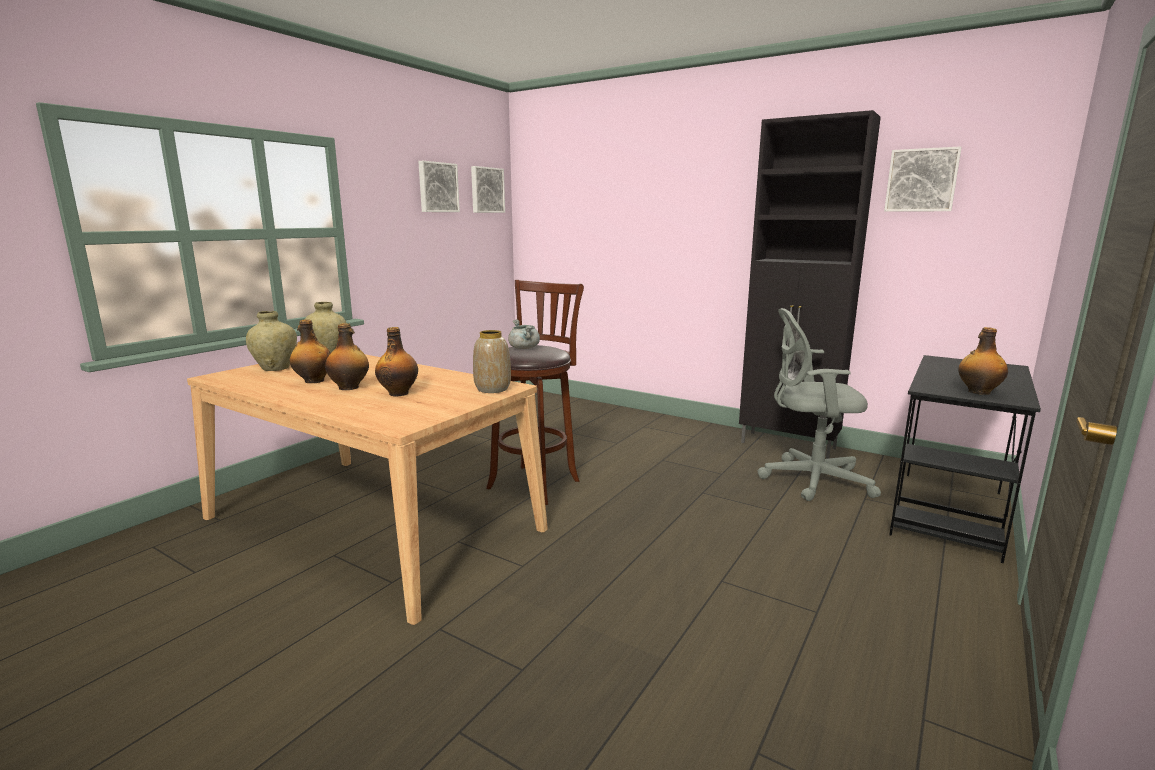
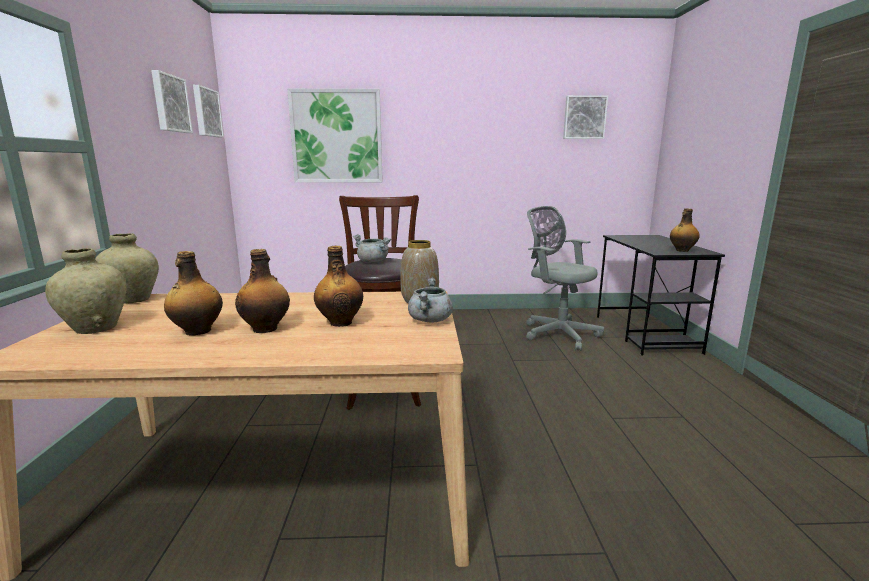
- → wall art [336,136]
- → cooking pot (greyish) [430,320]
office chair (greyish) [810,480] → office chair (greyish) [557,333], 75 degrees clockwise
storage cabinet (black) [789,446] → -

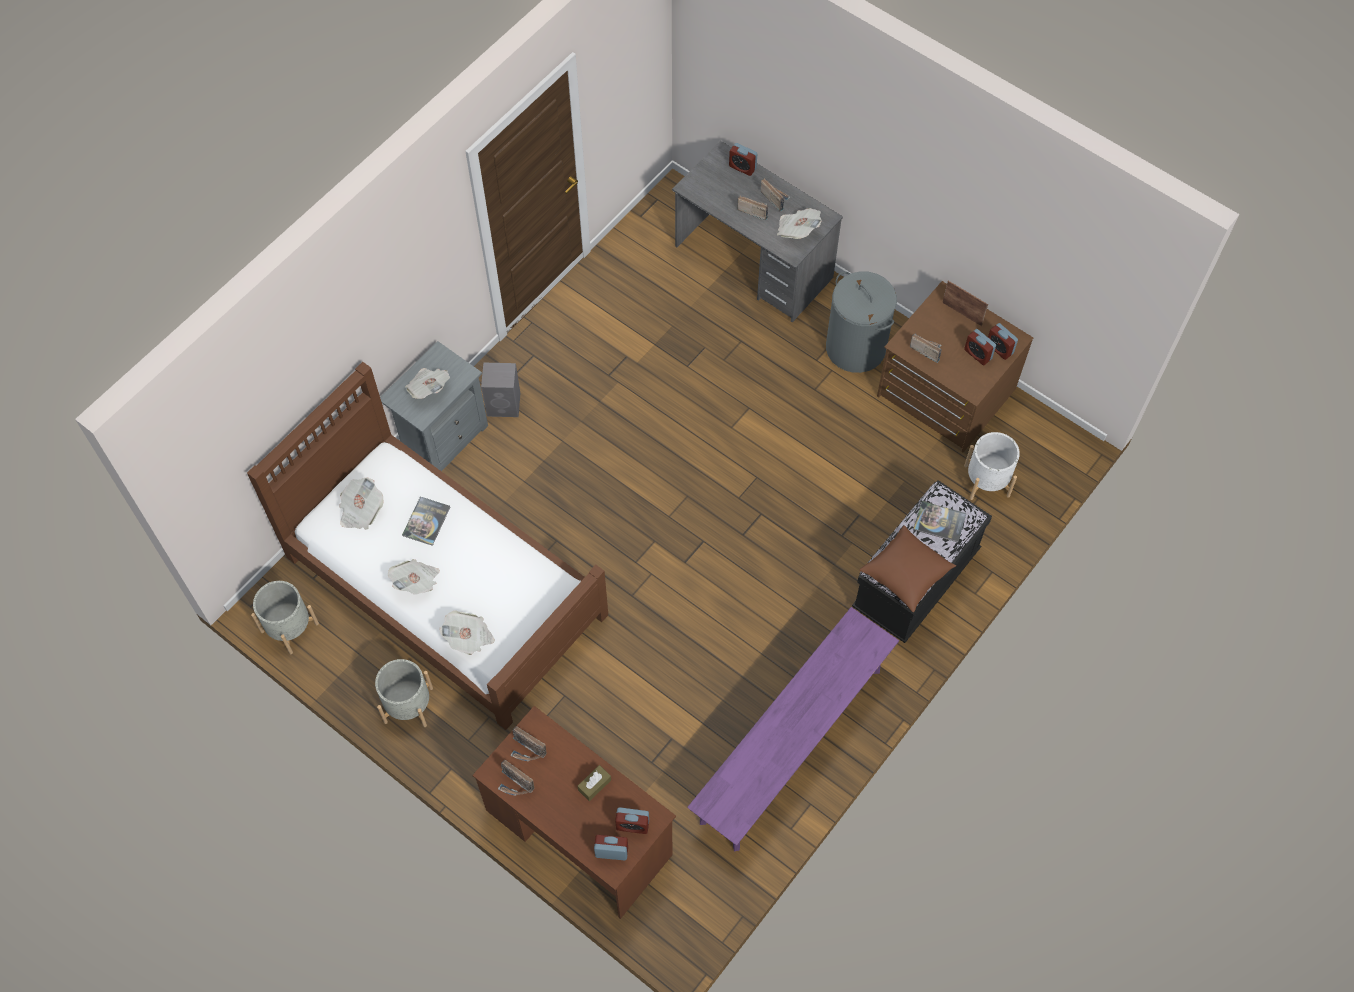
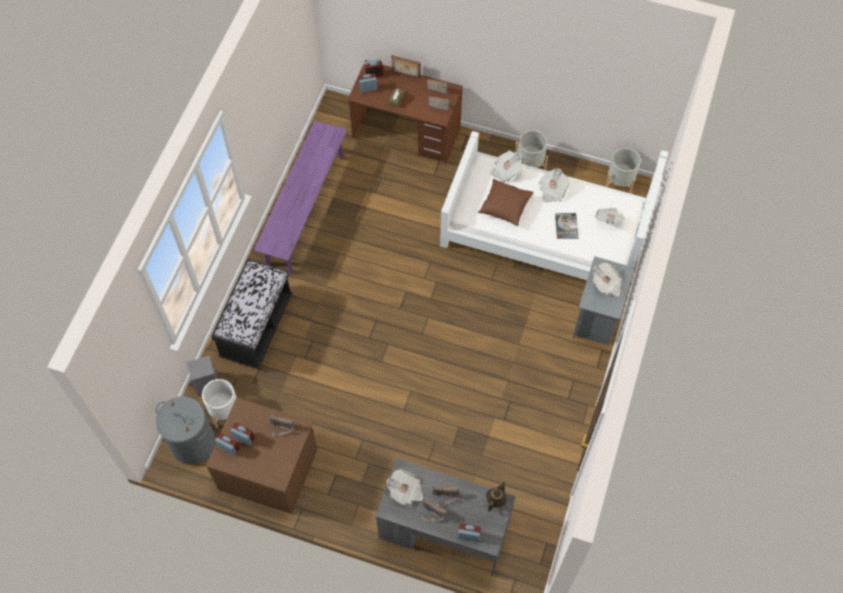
hamper (greyish) [856,347] → hamper (greyish) [192,443], shifted
loudspeaker (greyish) [504,404] → loudspeaker (greyish) [206,384], shifted
picture frame [962,313] → picture frame [406,75], shifted
sleeping bed (brown-coloured) [445,585] → sleeping bed (whitish) [544,232]
pillow (brown-coloured) [906,574] → pillow (brown-coloured) [504,207], shifted
- → tea pot [495,500]
bound book [939,522] → -

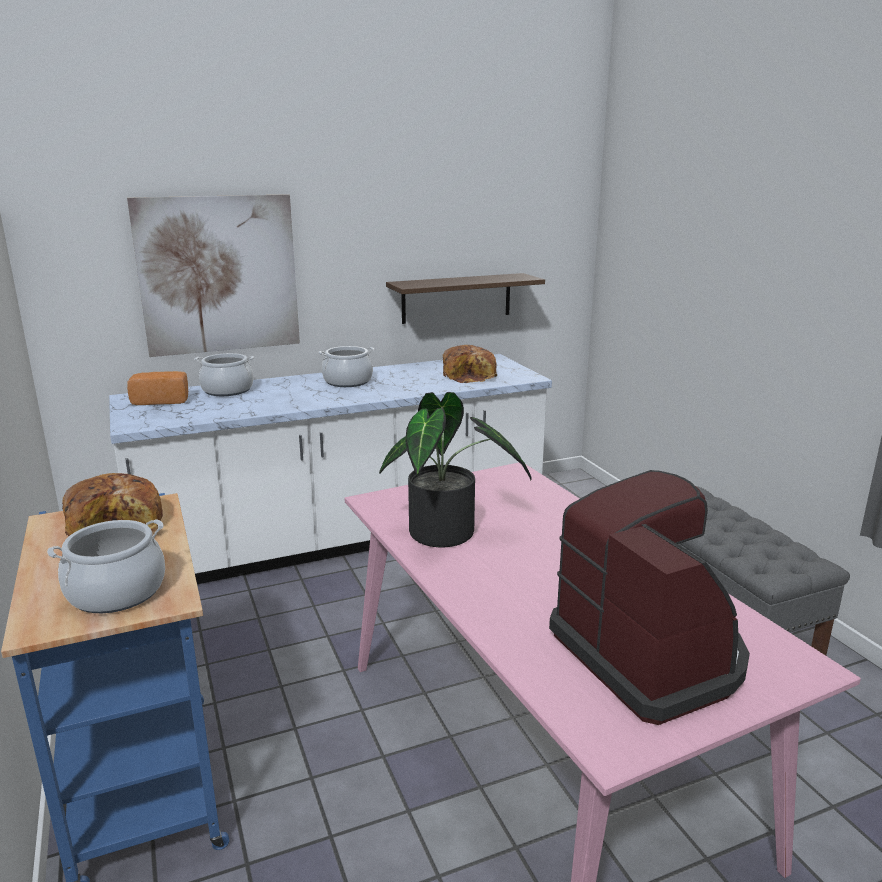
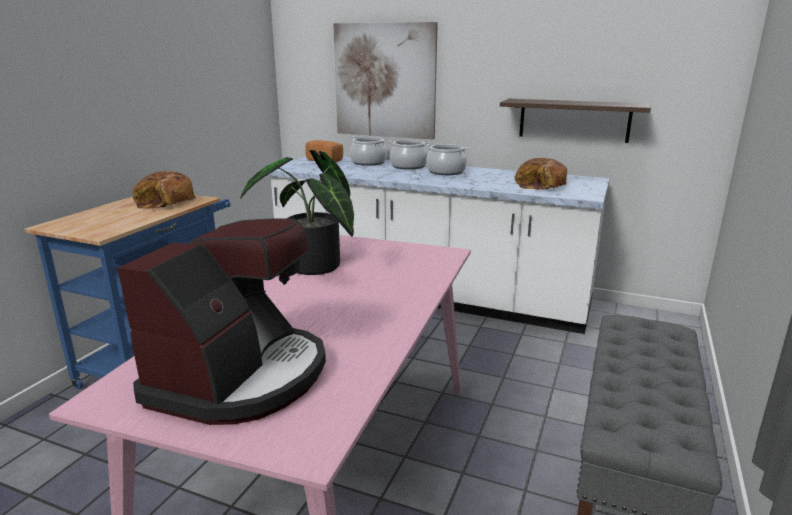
cooking pot [116,592] → cooking pot [408,166], shifted

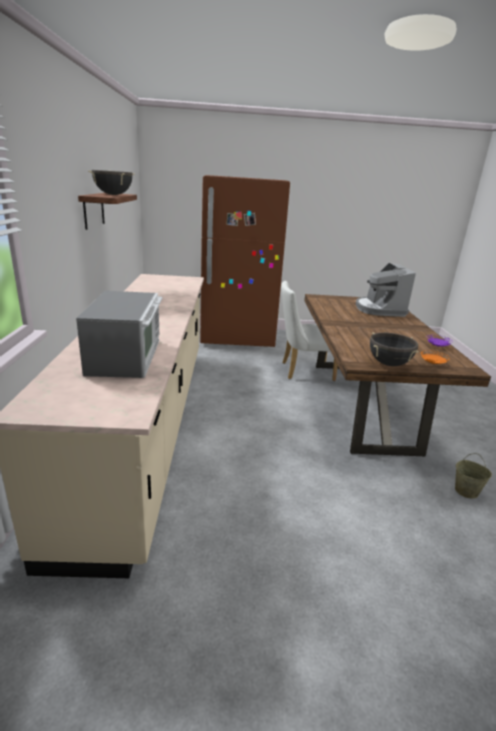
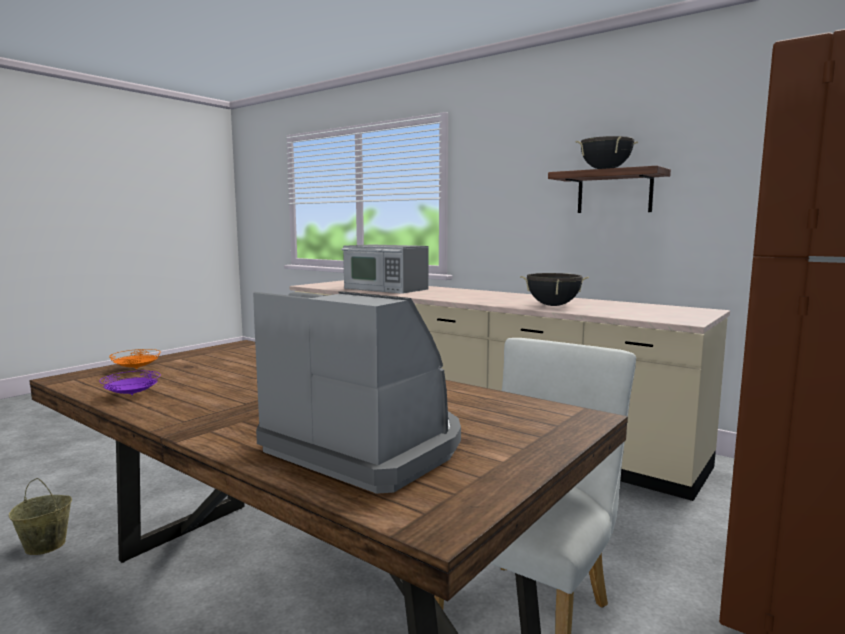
cooking pot (black) [389,364] → cooking pot (black) [553,305], shifted

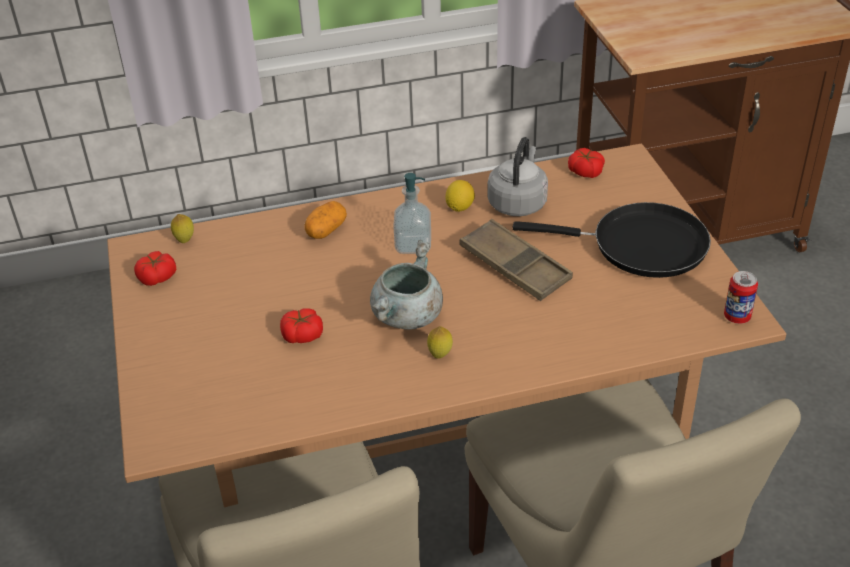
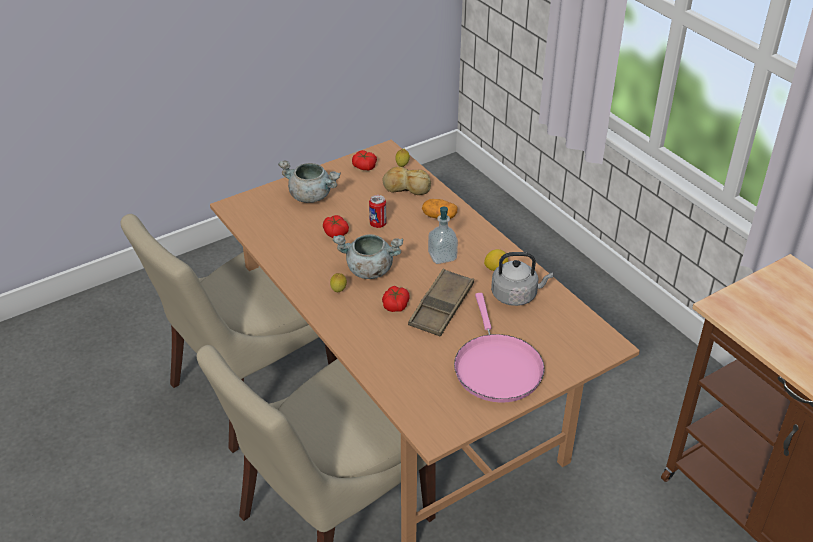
- → cooking pot (greyish) [311,196]
metal can [737,317] → metal can [378,224], shifted
tomato [585,172] → tomato [395,305], shifted
- → baked bread [406,187]
skillet (black) [640,246] → skillet (pink) [496,367]

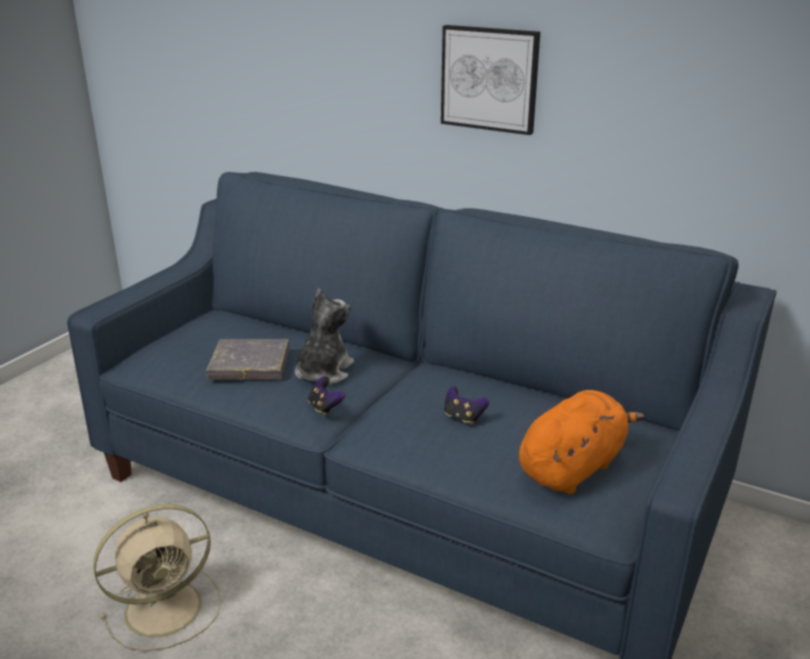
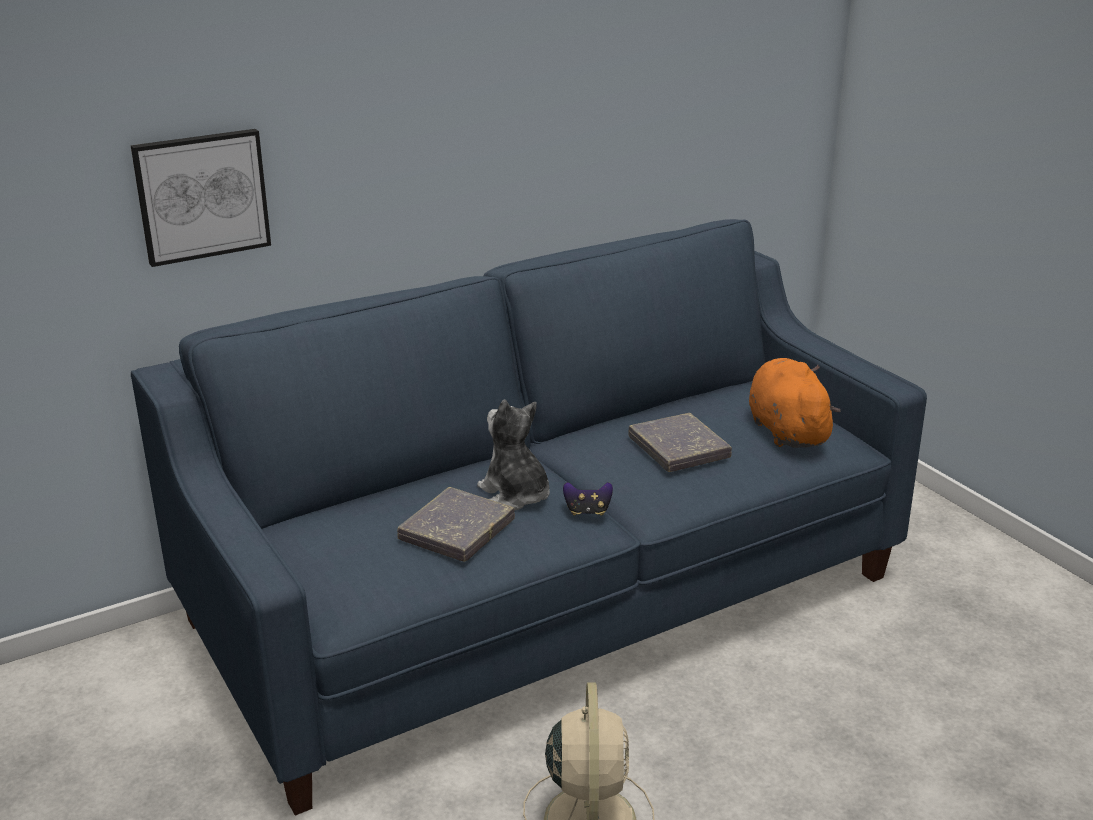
wall art [489,79] → wall art [202,196], shifted
joypad [463,417] → bound book (greyish) [678,448]

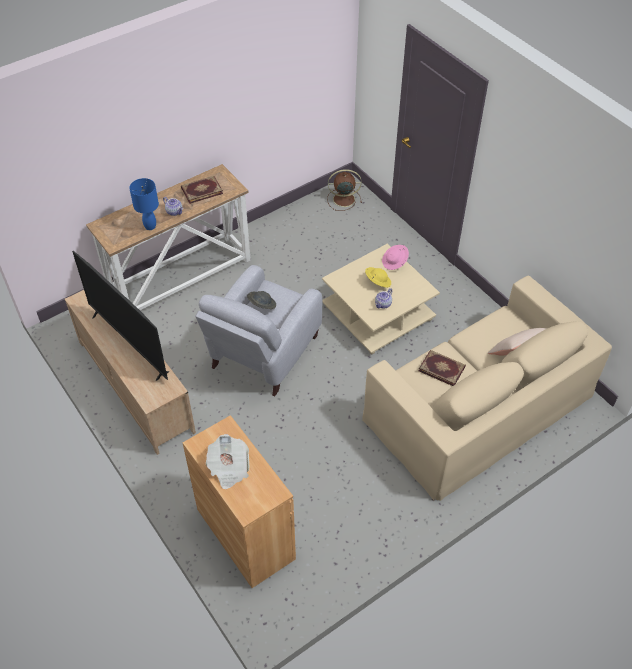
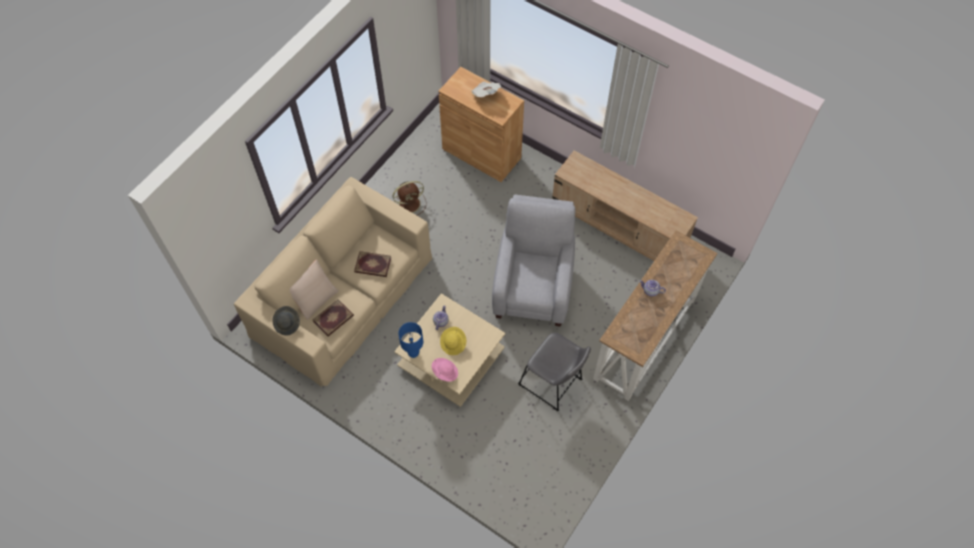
clothing hat (greyish) [261,305] → clothing hat (greyish) [287,324], shifted
bound book [201,190] → bound book [334,319], shifted
electric fan (brown-coloured) [342,199] → electric fan (brown-coloured) [410,203], shifted
table lamp (blue) [150,227] → table lamp (blue) [413,353], shifted
- → sitting stool (greyish) [552,384]
TV [129,344] → -

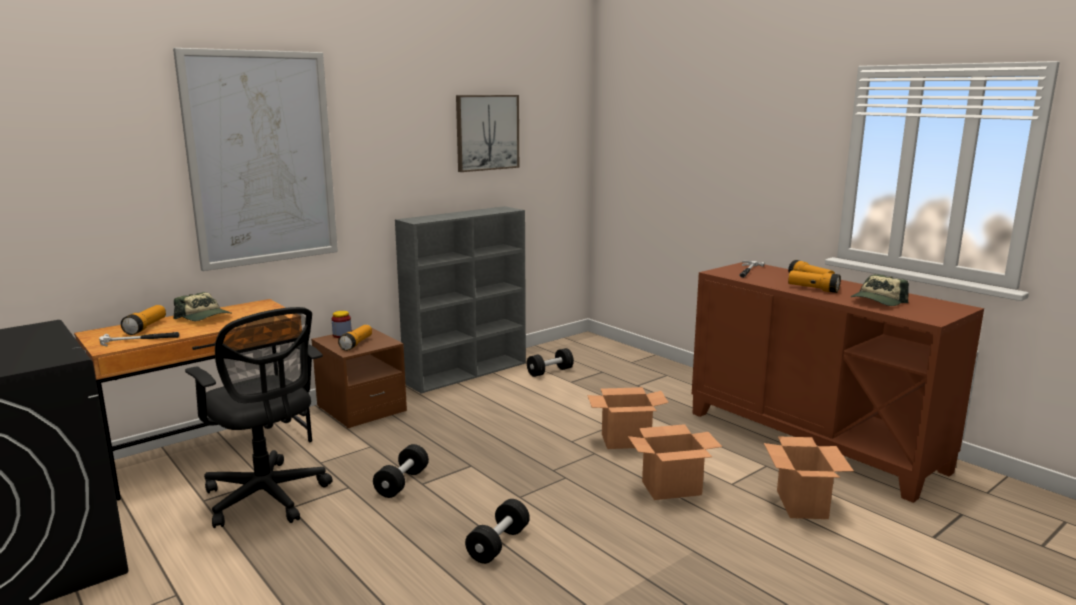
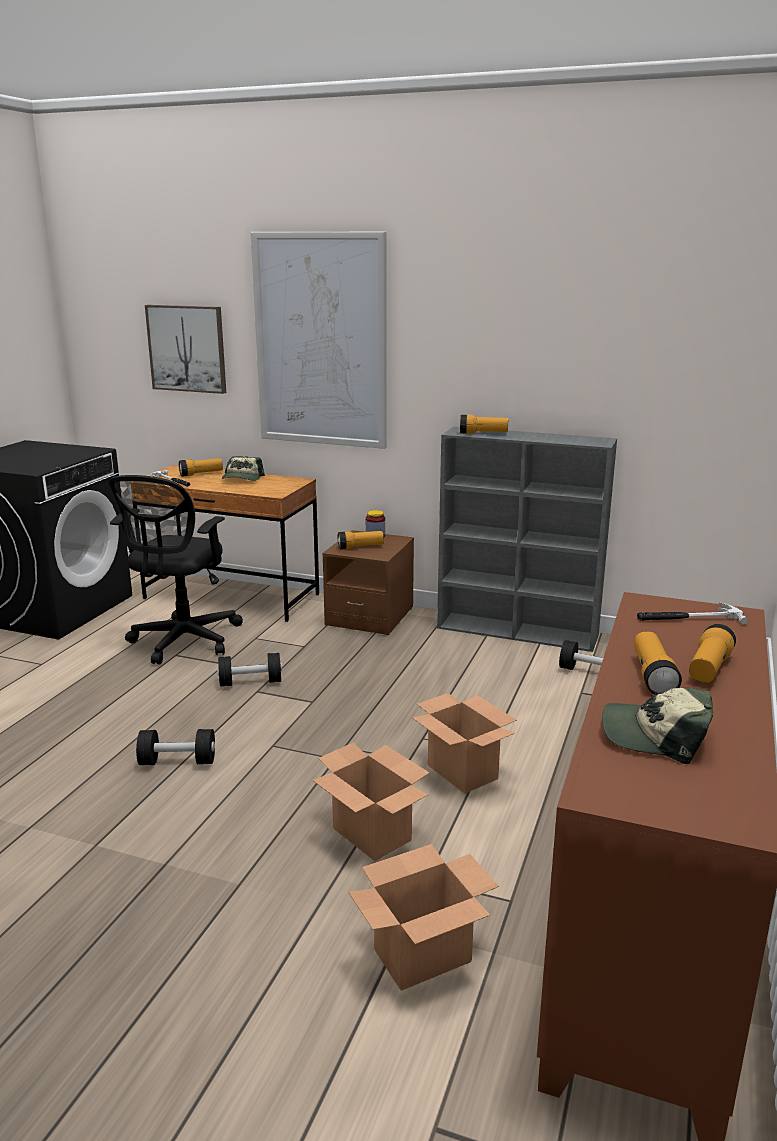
wall art [487,132] → wall art [187,348], shifted
- → hand torch [483,433]

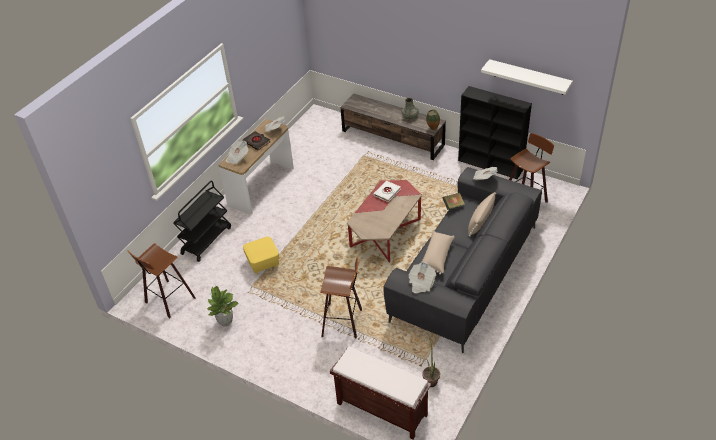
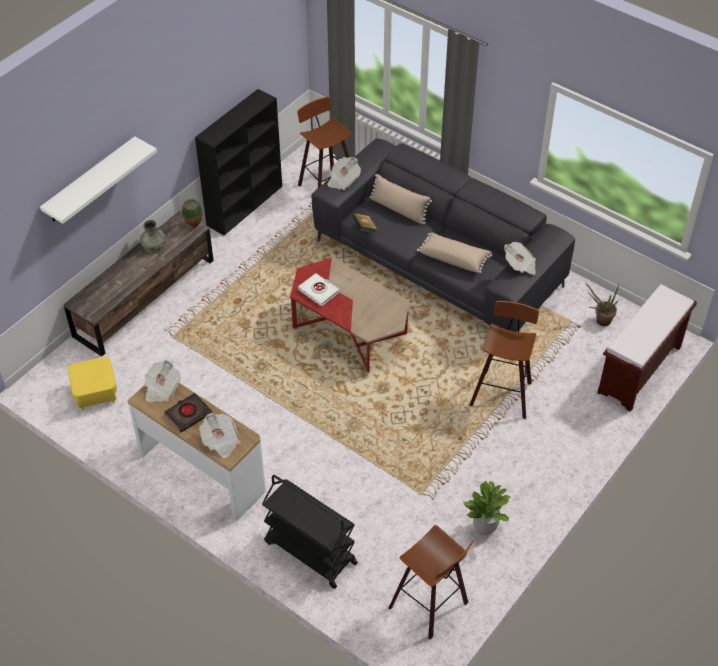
wall shelf (whitish) [529,77] → wall shelf (whitish) [90,180], shifted
ottoman (yellowish) [263,263] → ottoman (yellowish) [96,393], shifted

